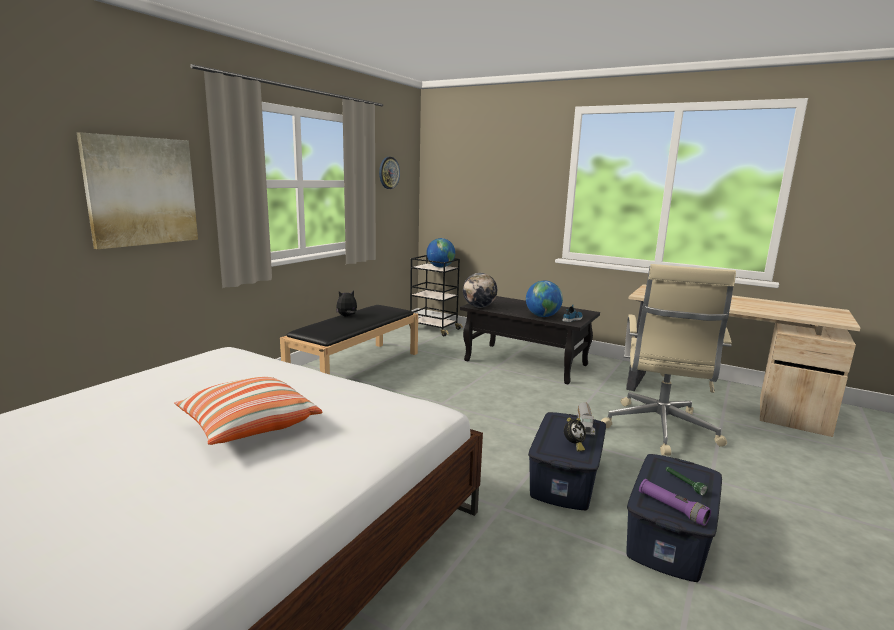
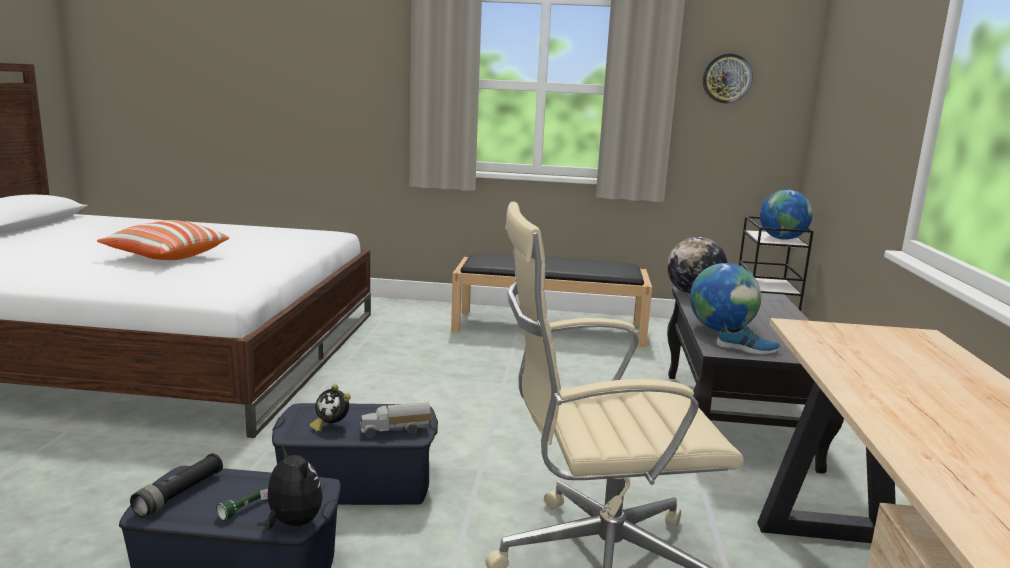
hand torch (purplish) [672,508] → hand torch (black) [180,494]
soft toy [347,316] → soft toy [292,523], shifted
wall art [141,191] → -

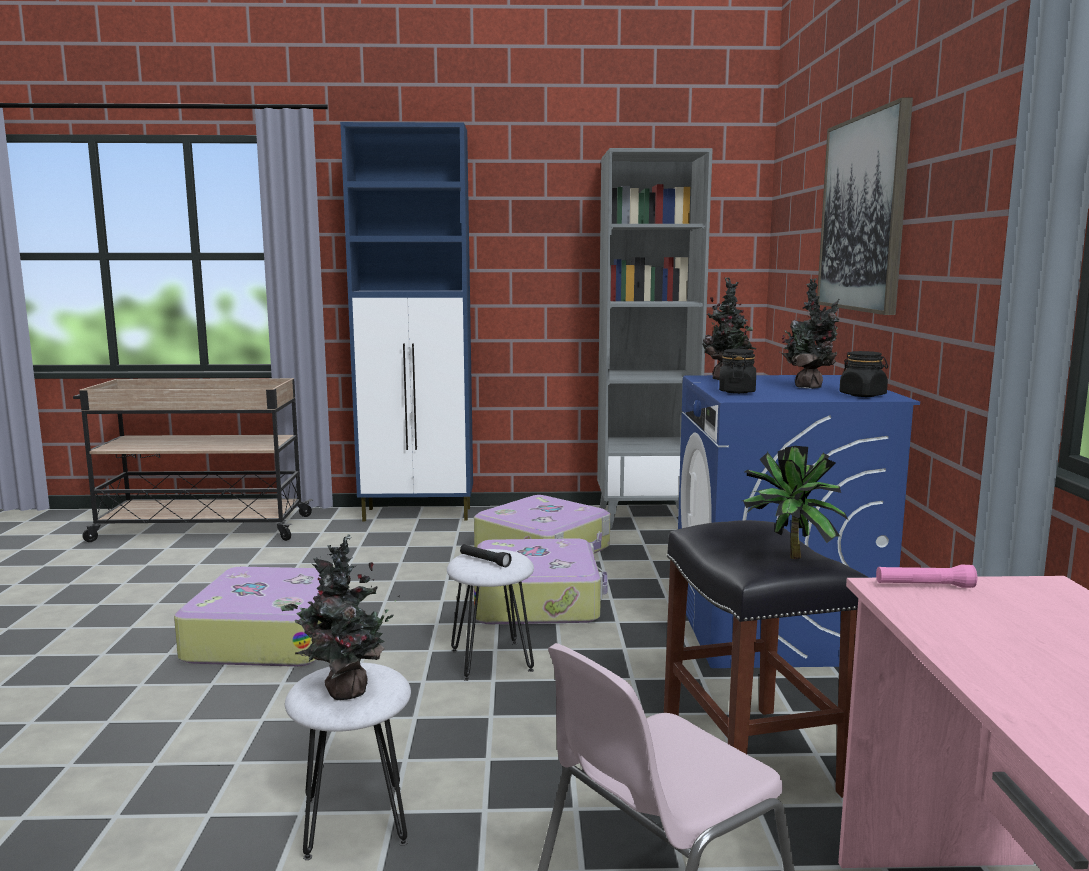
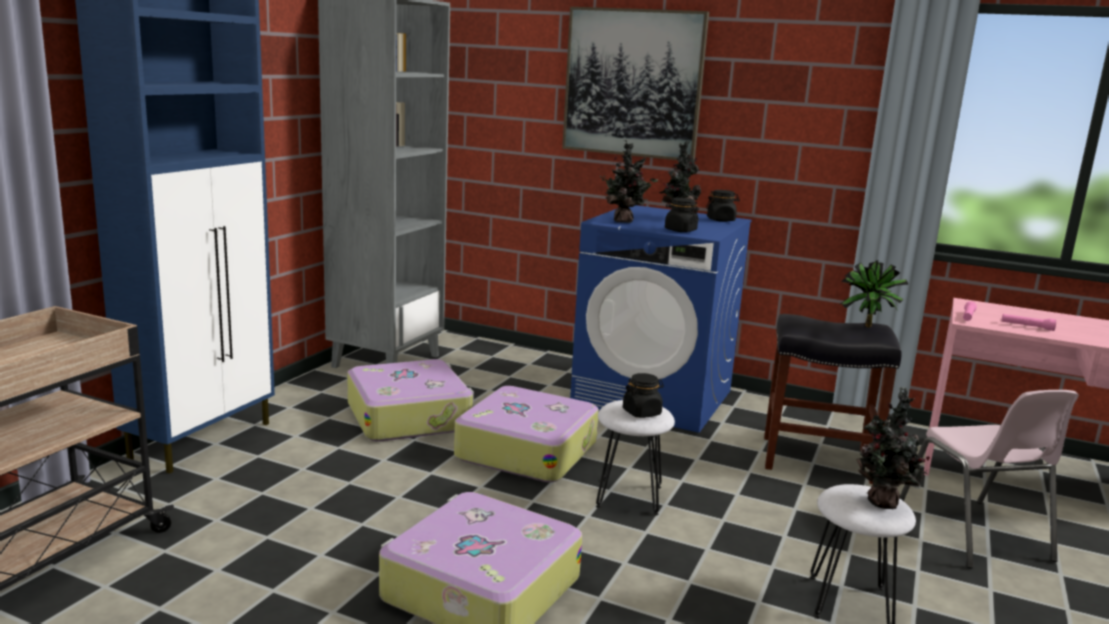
hand torch (black) [484,561] → storage jar (black) [642,412]
- → hand torch (pink) [1027,326]

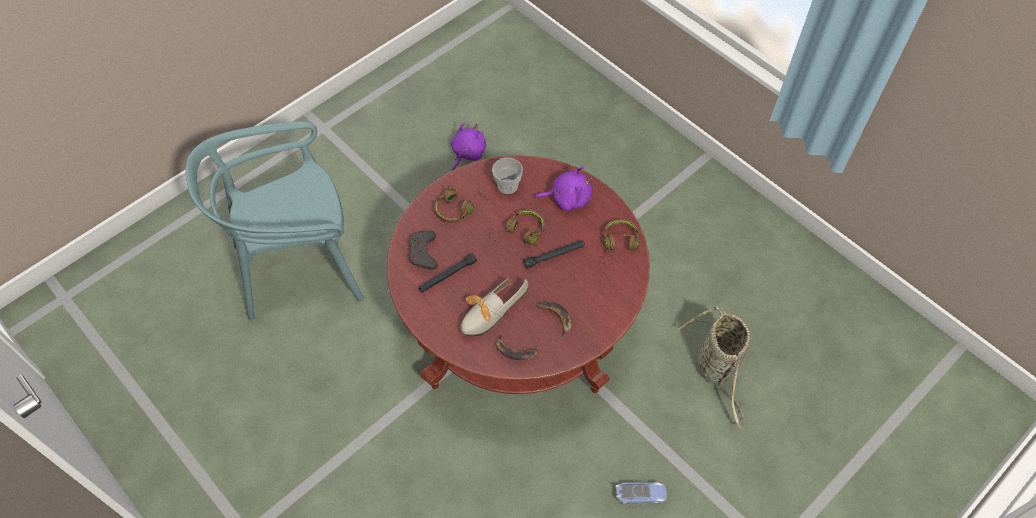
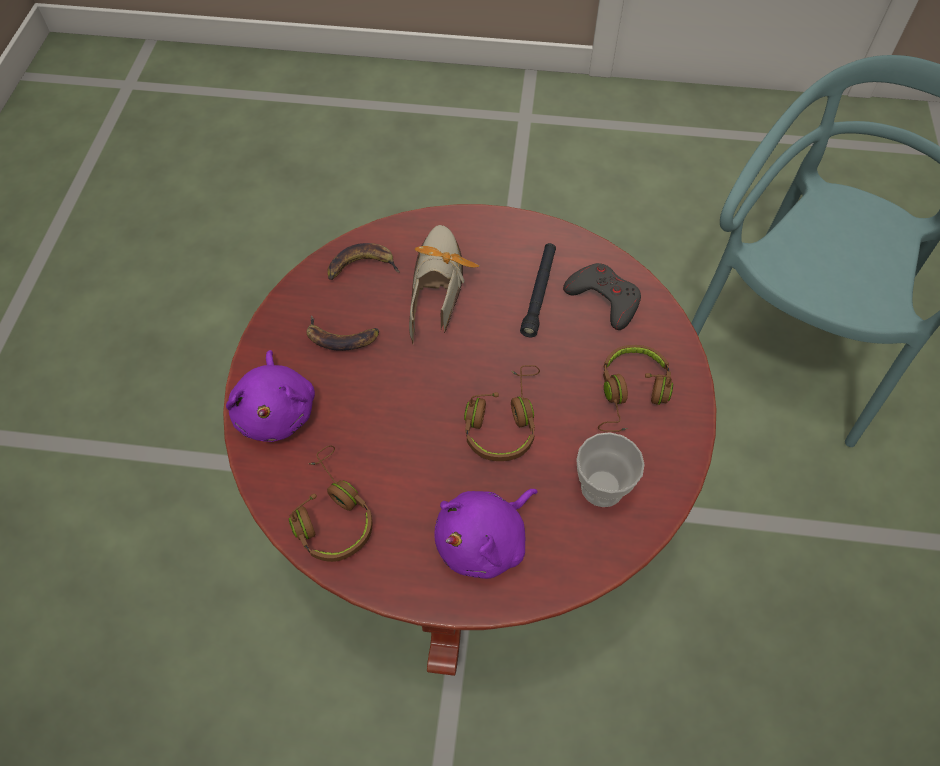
soft toy (purplish) [467,153] → soft toy (purplish) [276,411], shifted
hand torch (black) [554,256] → -
miniature car [640,494] → -
household basket [716,369] → -

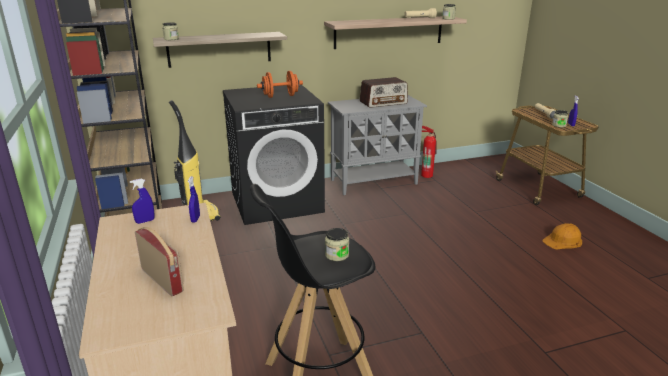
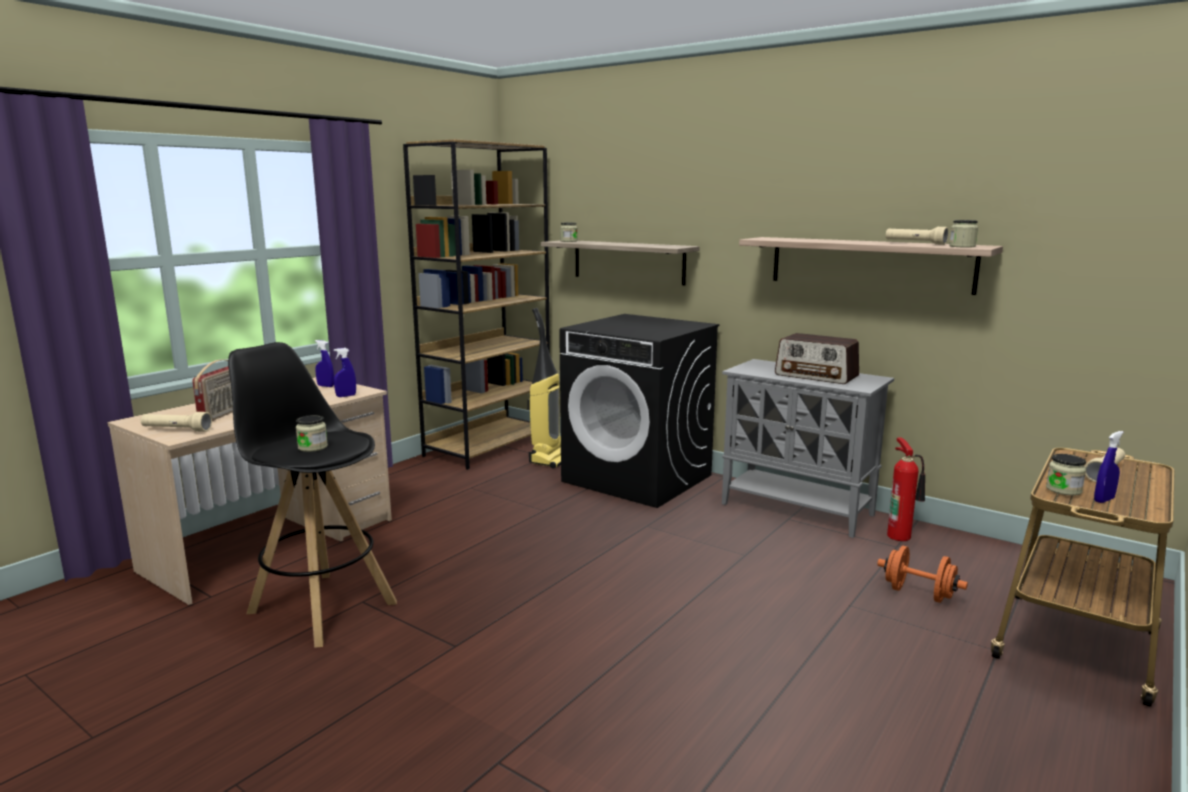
- → hand torch (beige) [176,430]
free weight (orange) [280,96] → free weight (orange) [918,594], shifted
work helmet (orange) [563,241] → -

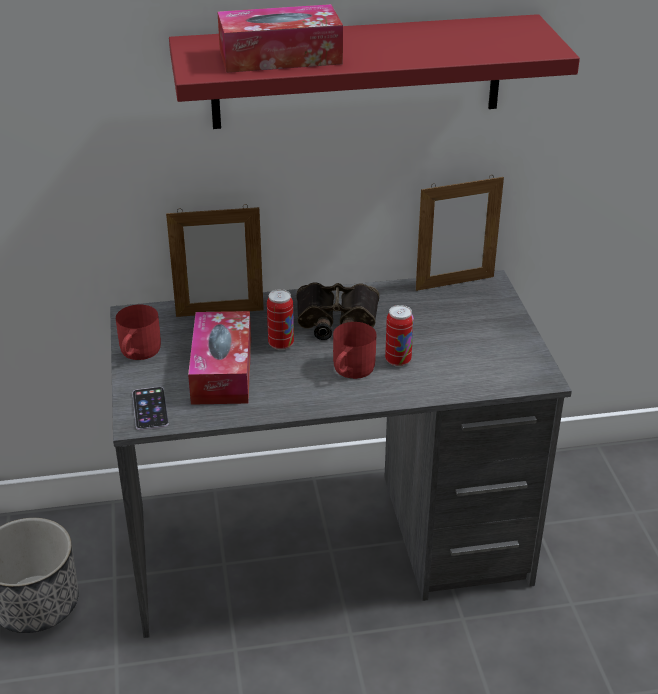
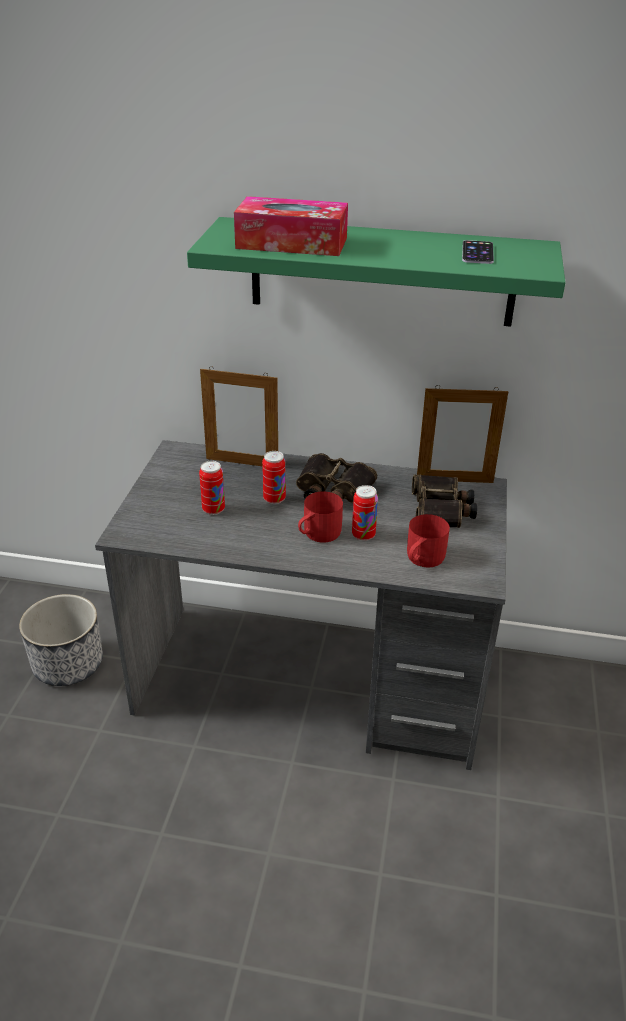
wall shelf (red-coloured) [357,72] → wall shelf (green) [382,272]
tissue holder [222,371] → metal can [213,509]
mug (red-coloured) [137,352] → mug (red-coloured) [422,558], shifted
- → binoculars [441,510]
telephone [150,409] → telephone [477,252], shifted

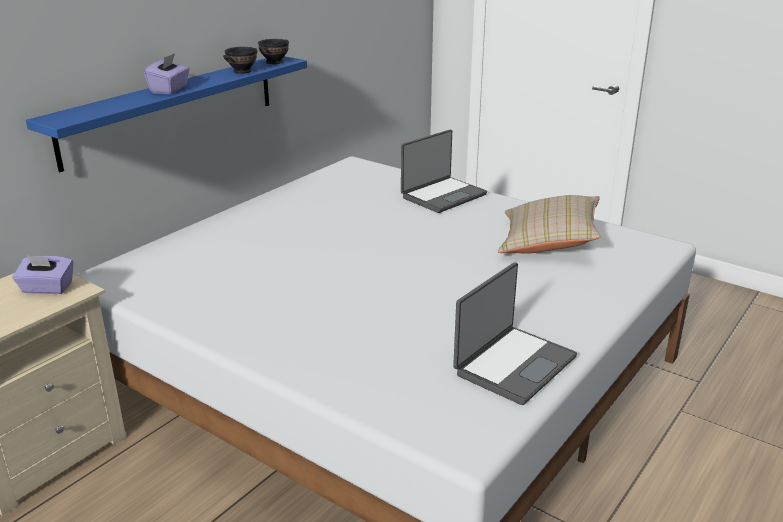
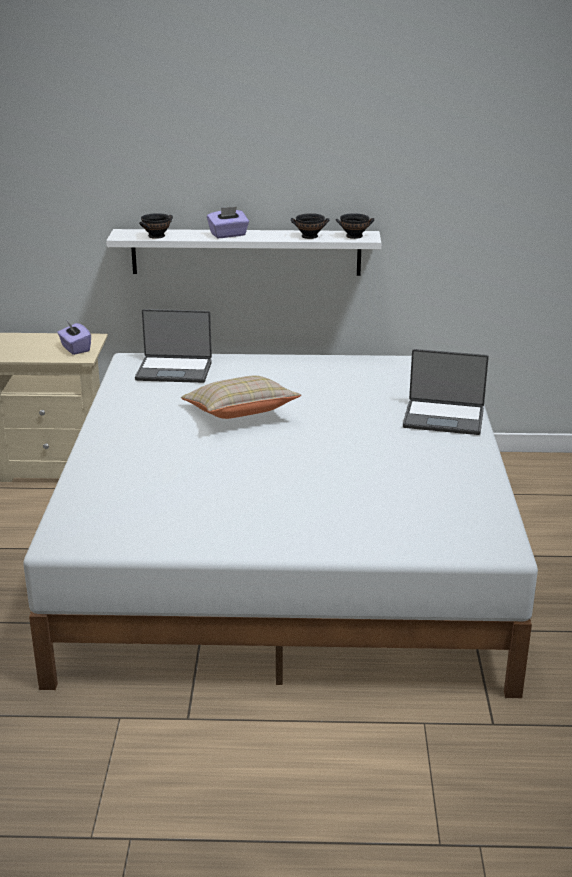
wall shelf (blue) [172,109] → wall shelf (whitish) [246,252]
portable computer [513,365] → portable computer [174,370], shifted
- → deep dish (black) [157,236]
pillow (beige) [548,243] → pillow (beige) [240,414], shifted

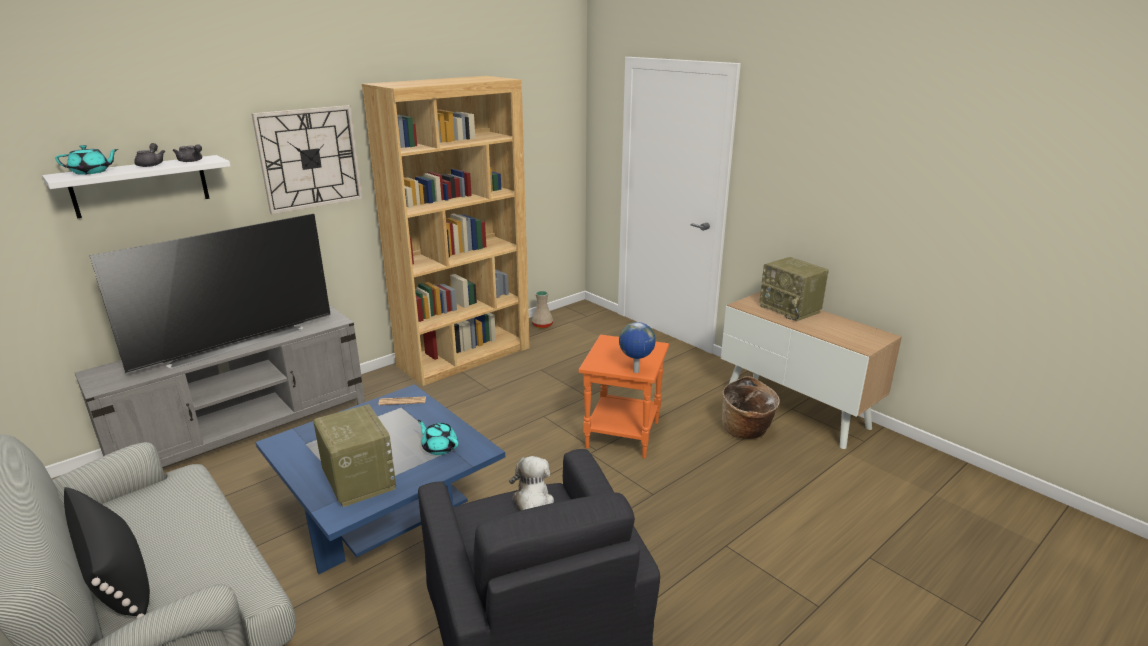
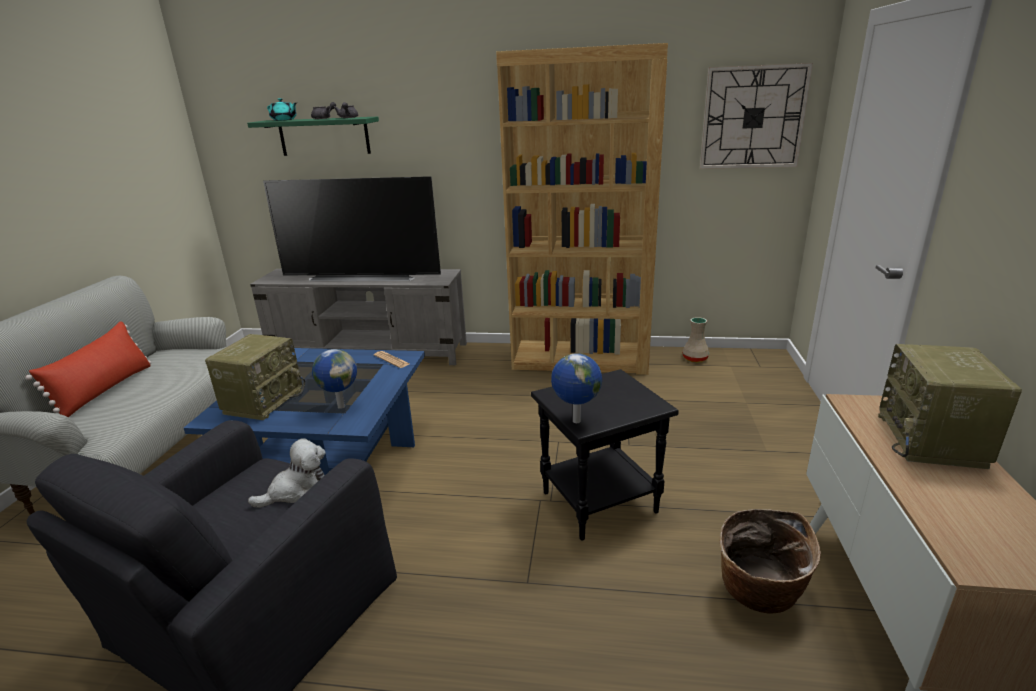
pillow (black) [116,575] → pillow (red-coloured) [105,390]
wall shelf (whitish) [140,186] → wall shelf (green) [324,136]
tea pot (turquoise) [439,447] → world globe [341,406]
accent table (orange) [621,434] → accent table (black) [599,501]
hanging clock [309,158] → hanging clock [753,118], shifted

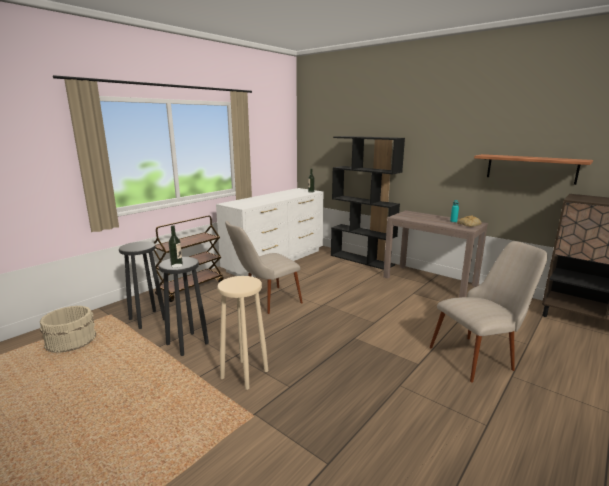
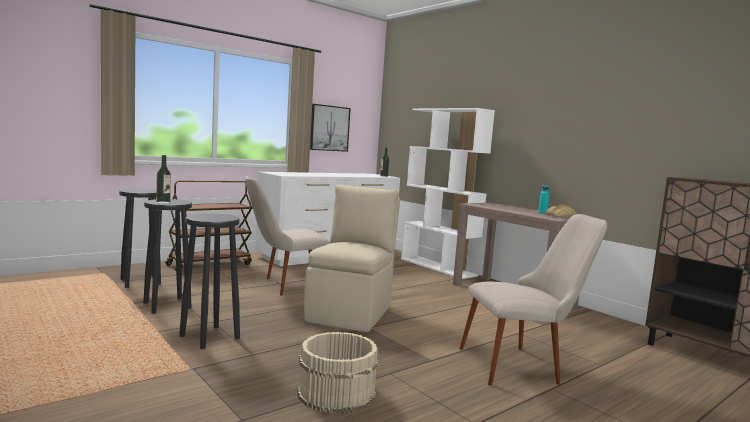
sitting stool (beige) [245,374] → sitting stool (black) [210,337]
water bucket (beige) [71,340] → water bucket (beige) [336,392], shifted
- → chair (beige) [350,313]
- → wall art [329,128]
bookshelf (black) [362,260] → bookshelf (whitish) [438,267]
wall shelf [530,168] → -

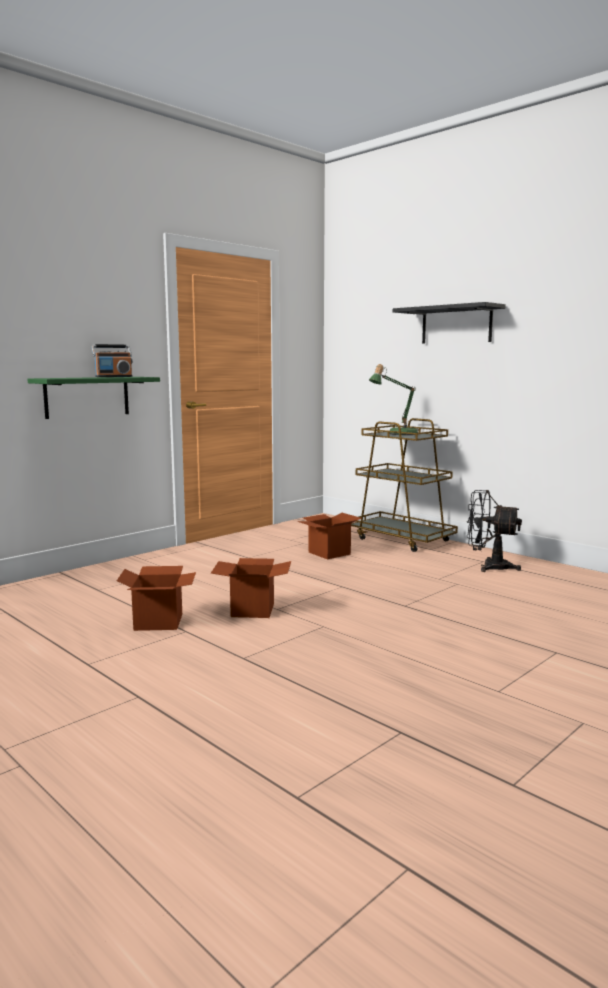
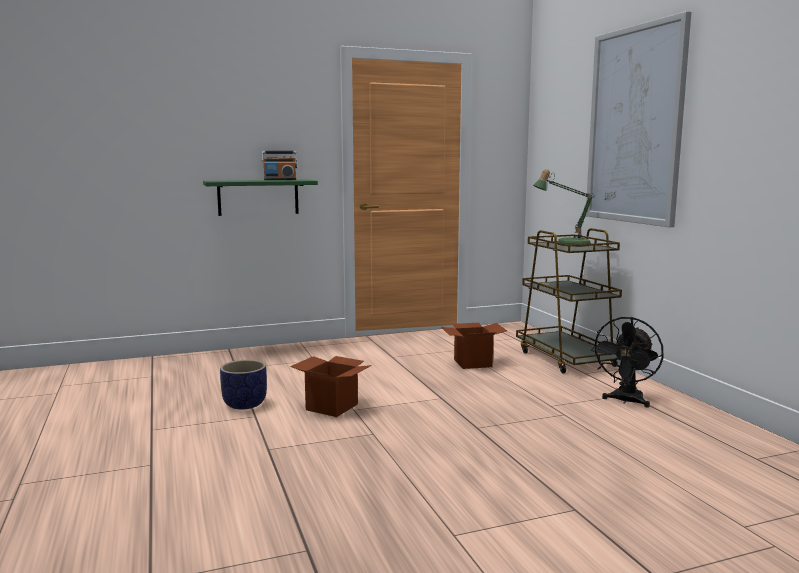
packing box [158,622] → planter [244,404]
wall shelf (black) [456,325] → wall art [634,125]
electric fan (black) [488,566] → electric fan (black) [626,401], 105 degrees counterclockwise

